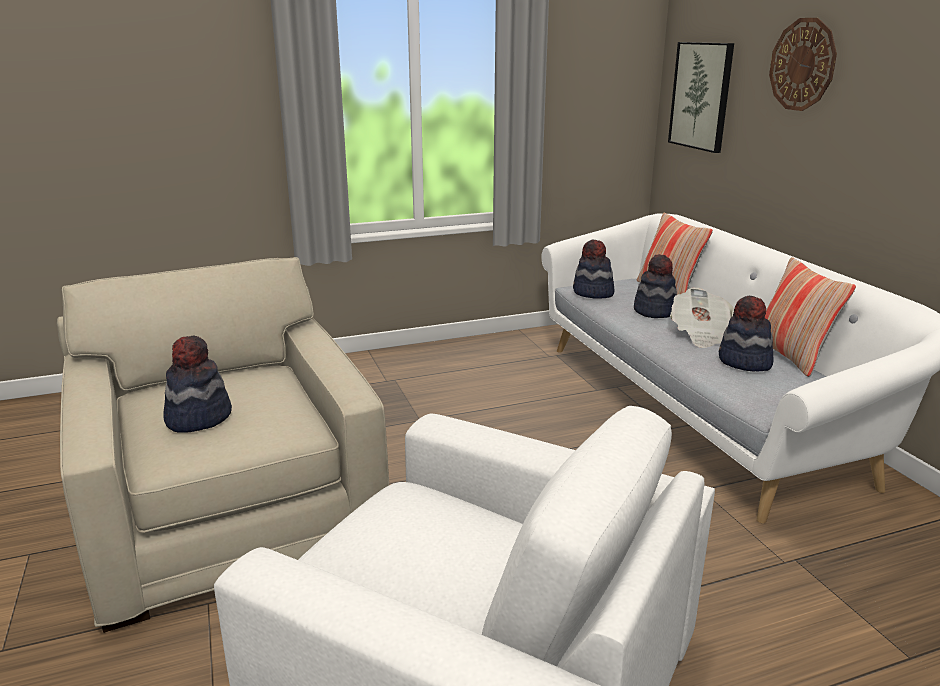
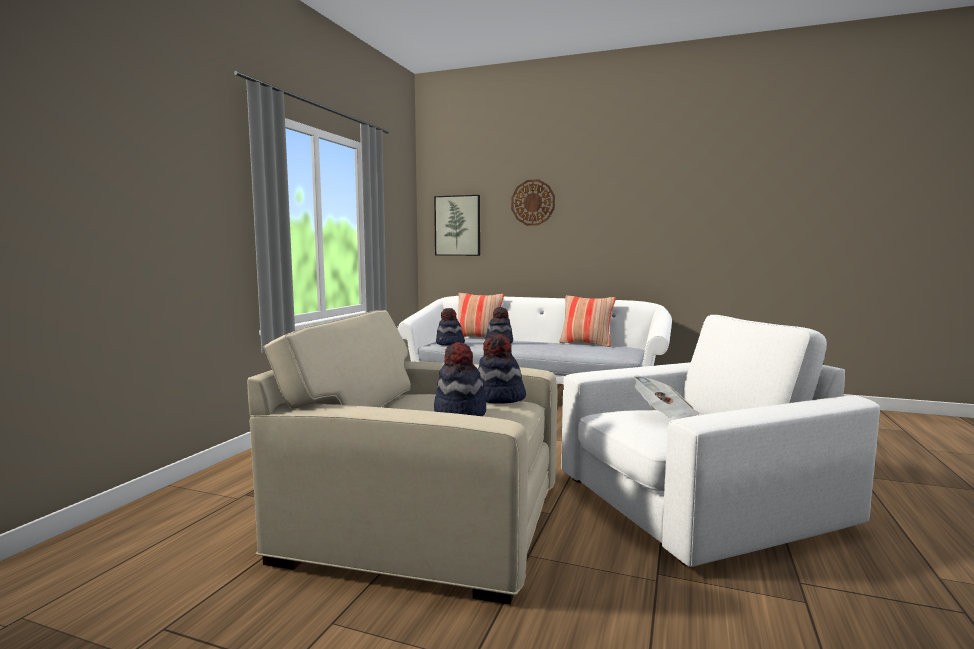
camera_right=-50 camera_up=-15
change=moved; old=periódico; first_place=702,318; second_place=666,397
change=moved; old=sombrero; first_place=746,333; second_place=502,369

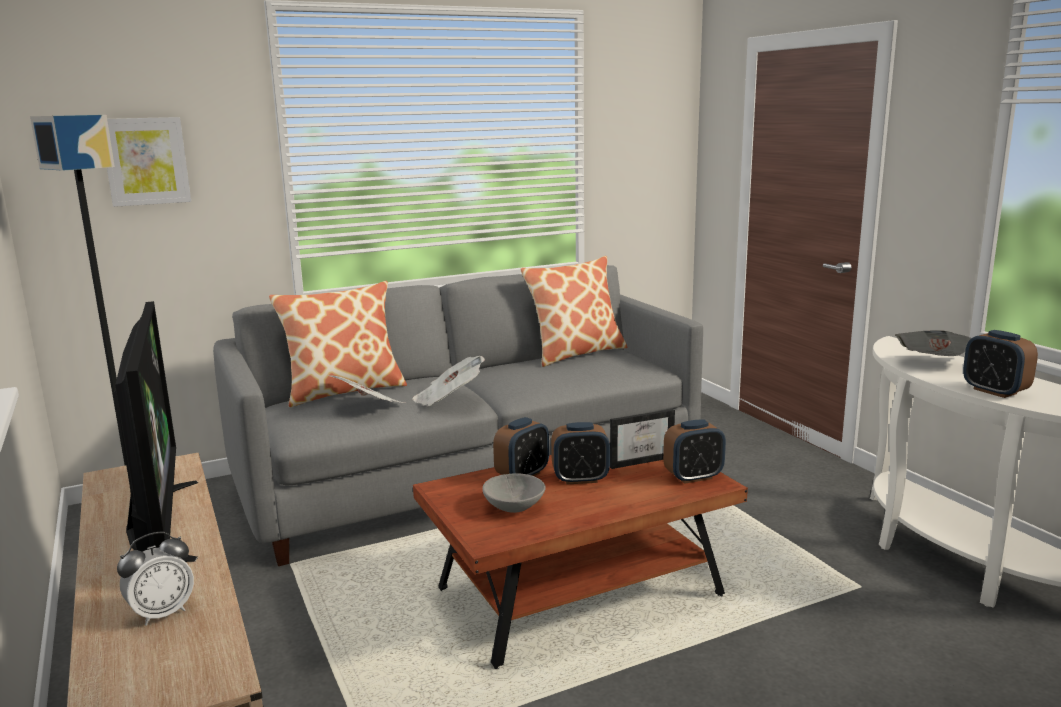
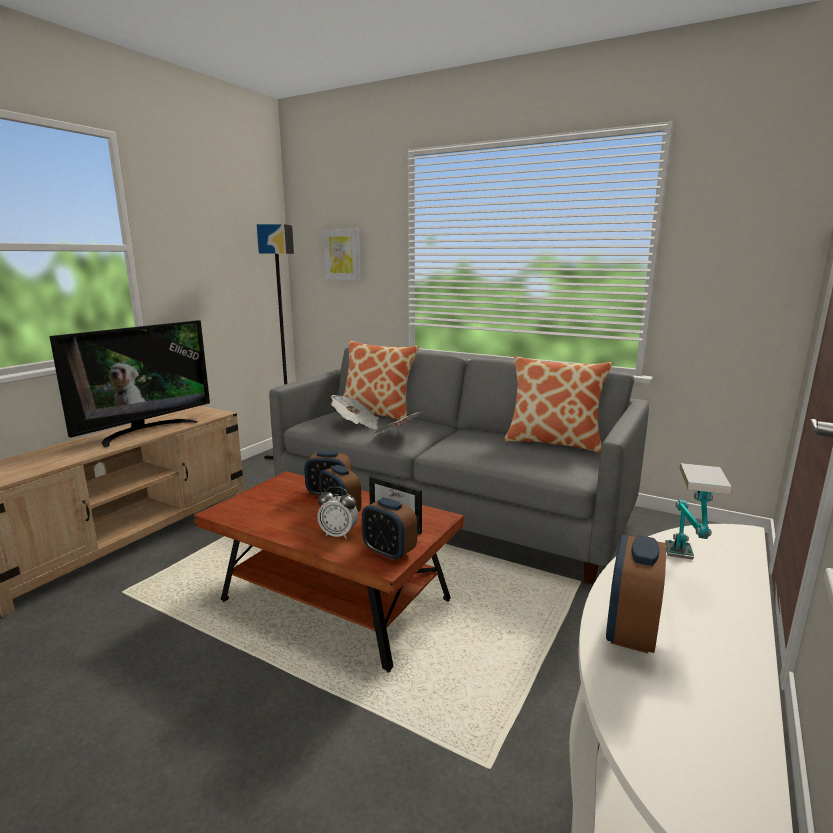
camera_right=55 camera_up=0
change=removed; old=cuenco (gris); first_place=514,493
change=moved; old=despertador; first_place=155,579; second_place=337,512
change=replaced; old=periódico; new=lámpara de mesa; first_place=933,343; second_place=698,511

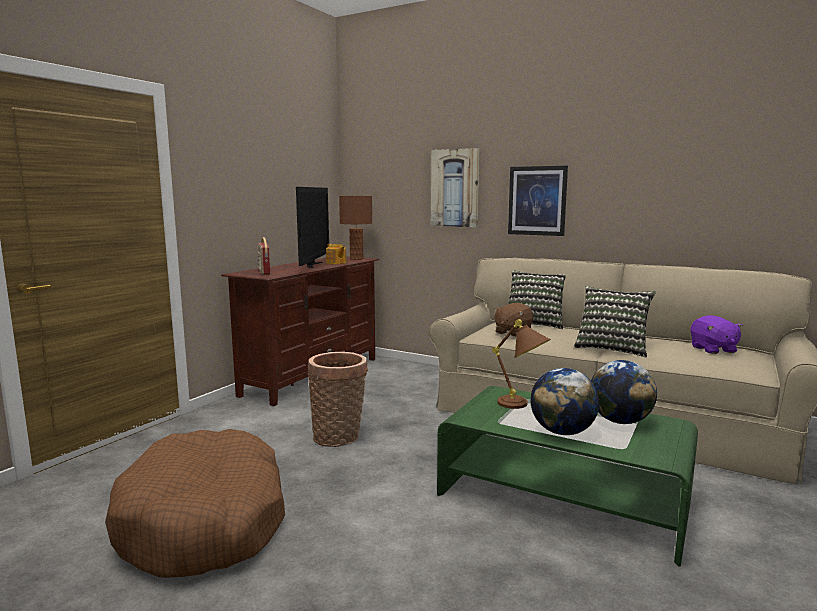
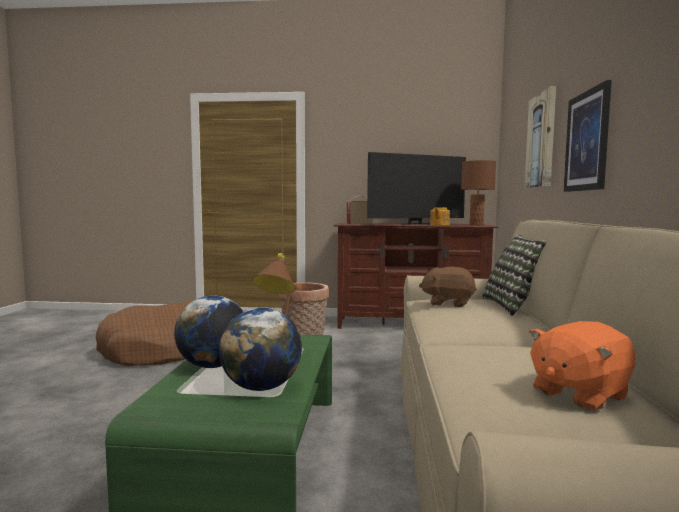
camera_right=65 camera_up=-5
change=removed; old=cojín; first_place=615,321
change=recoloured; old=peluche (morado); new=peluche (naranja); first_place=717,334; second_place=582,366

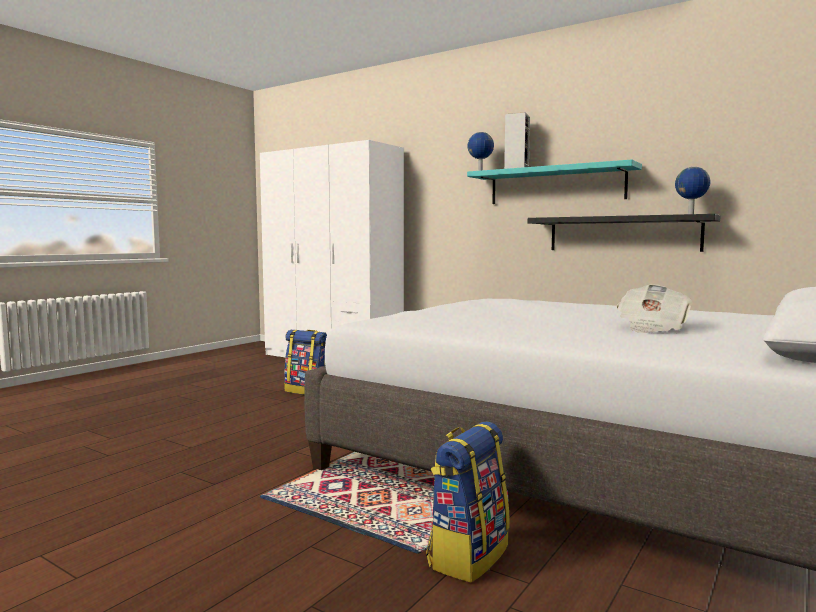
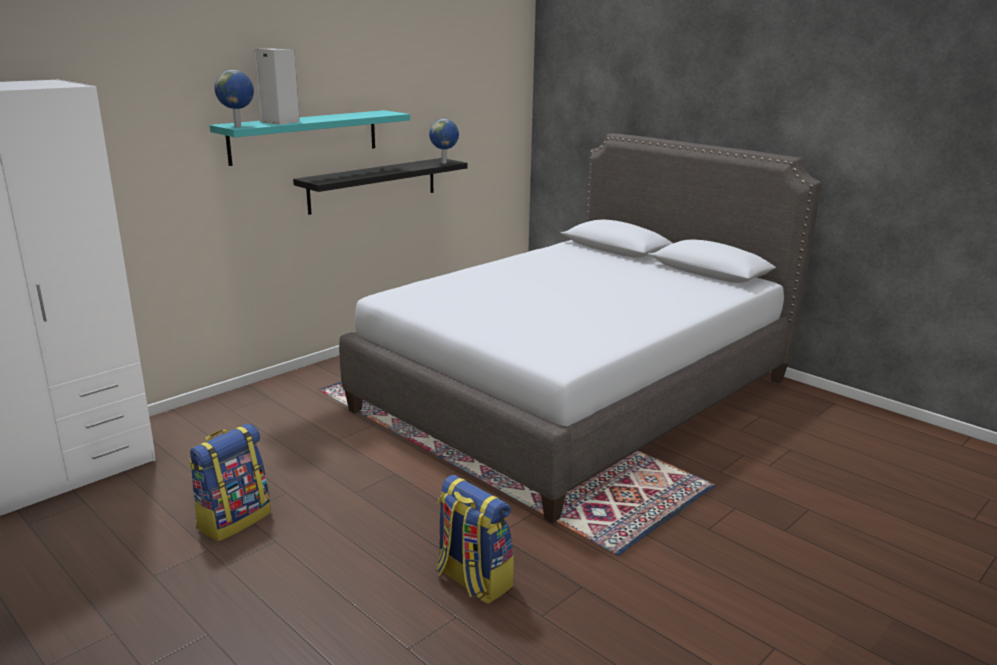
camera_right=-80 camera_up=15
change=removed; old=periódico; first_place=655,308
change=moved; old=mochila; first_place=468,502; second_place=475,539

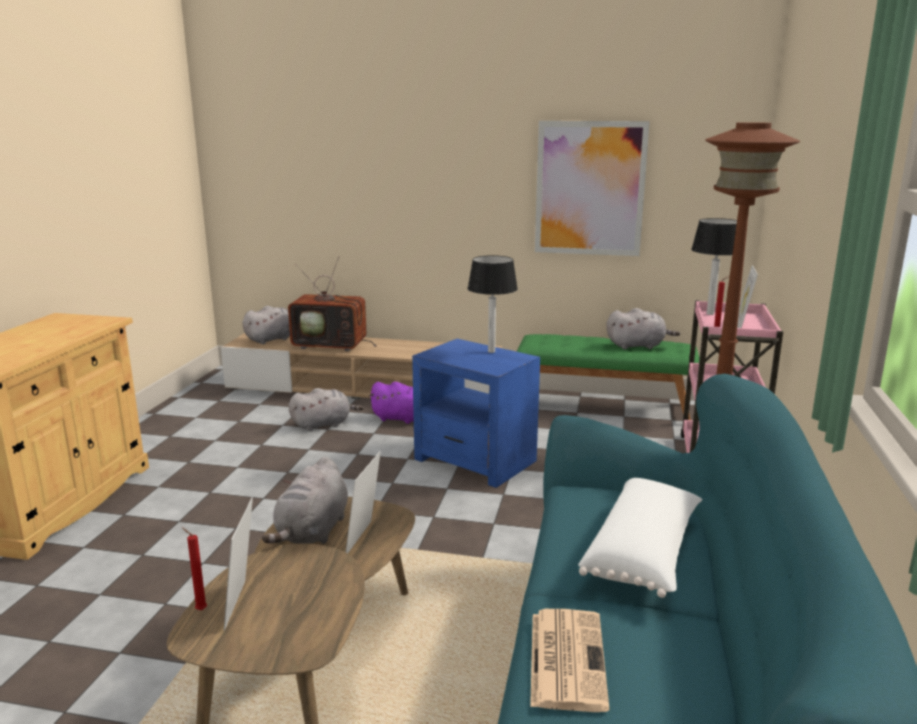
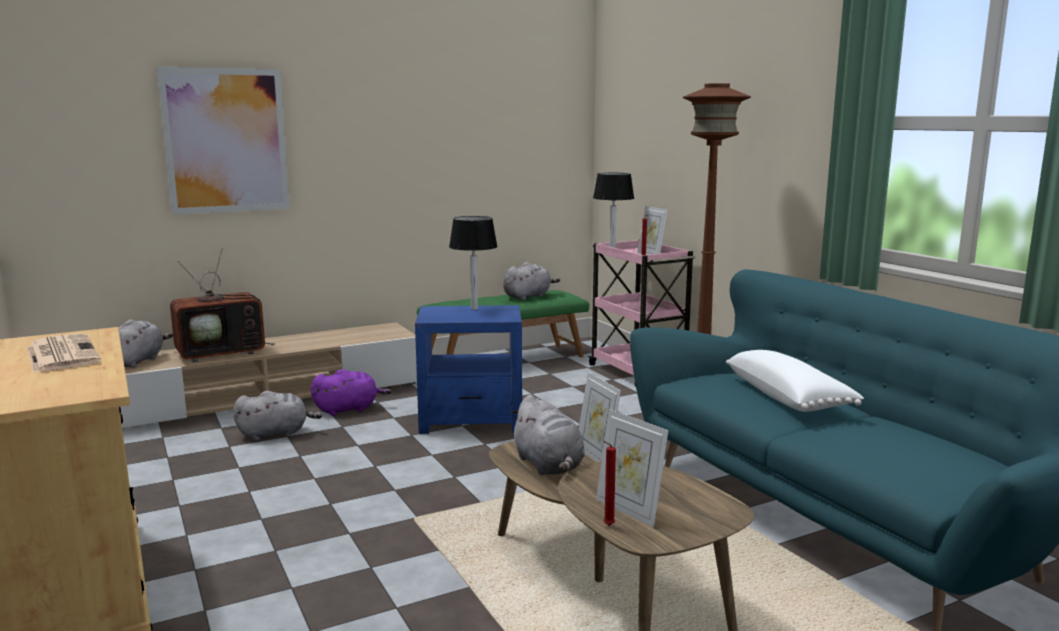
camera_right=-40 camera_up=-5
change=moved; old=periódico; first_place=570,660; second_place=64,353
change=moved; old=cuadro; first_place=592,188; second_place=223,140
change=turned; old=peluche (gris); first_place=326,409; second_place=277,416; degrees=45

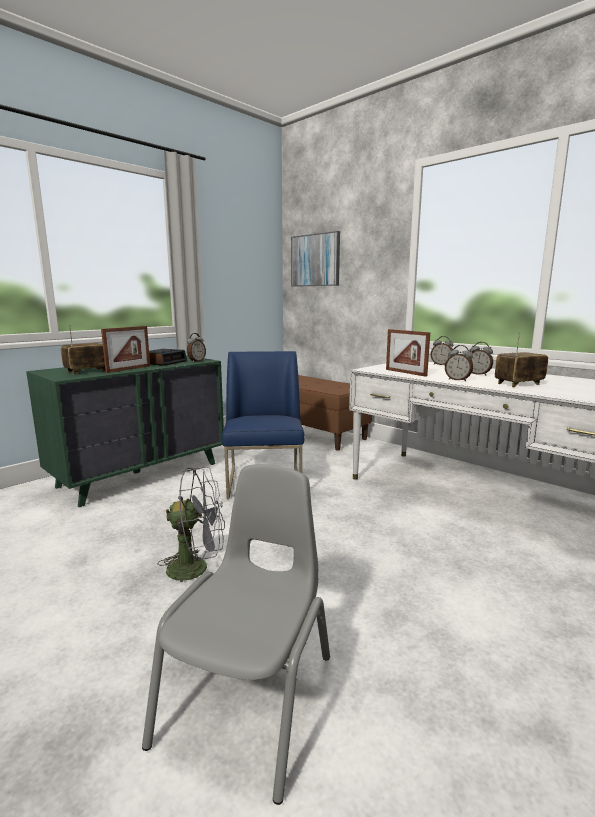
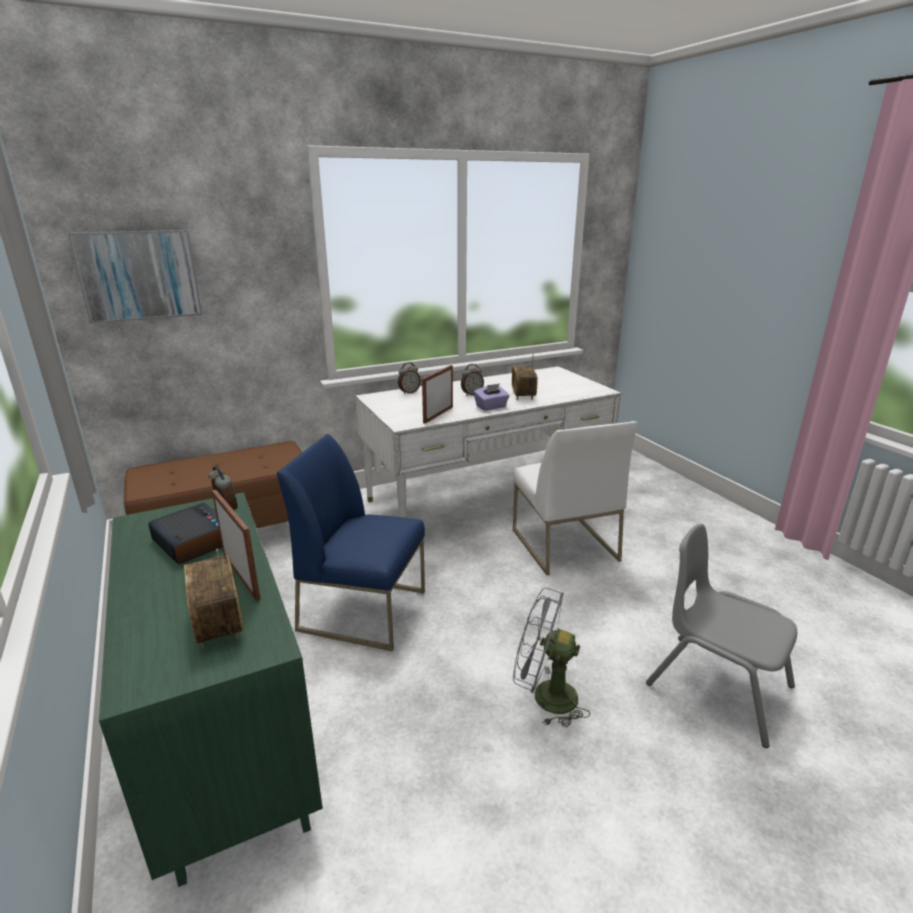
camera_right=-70 camera_up=10
change=added; new=silla (blanco); second_place=575,498
change=replaced; old=despertador; new=caja de pañuelos (morado); first_place=459,363; second_place=491,397
change=turned; old=ventilador (gris); first_place=191,524; second_place=551,657; degrees=-90
change=turned; old=portarretratos; first_place=408,353; second_place=437,394; degrees=135

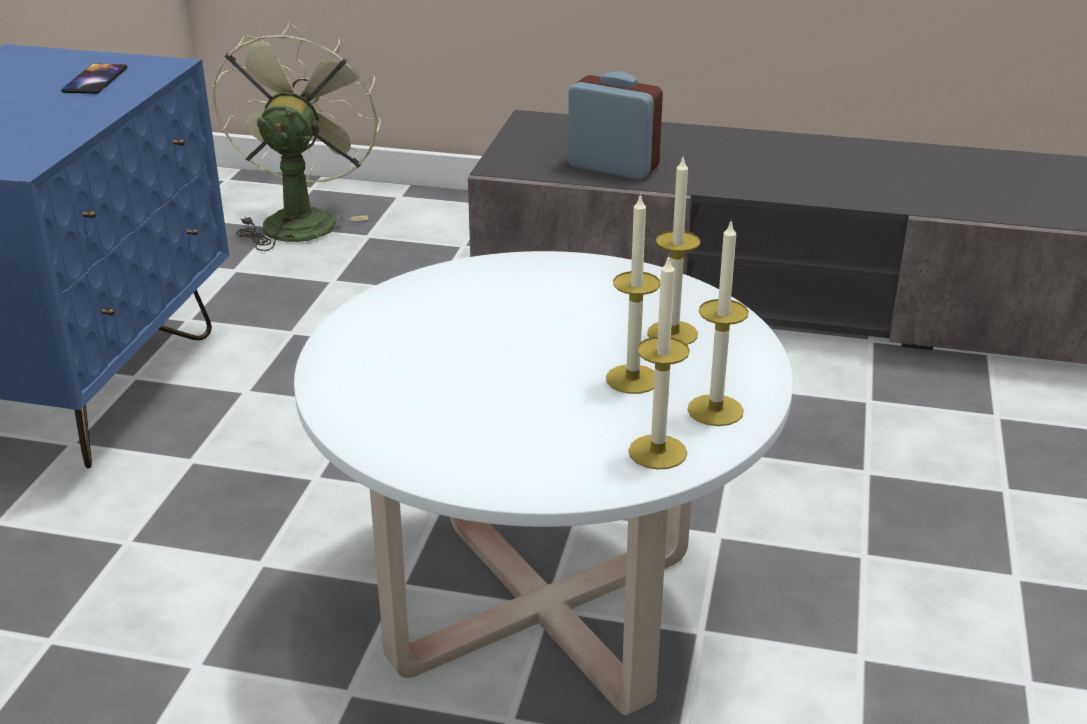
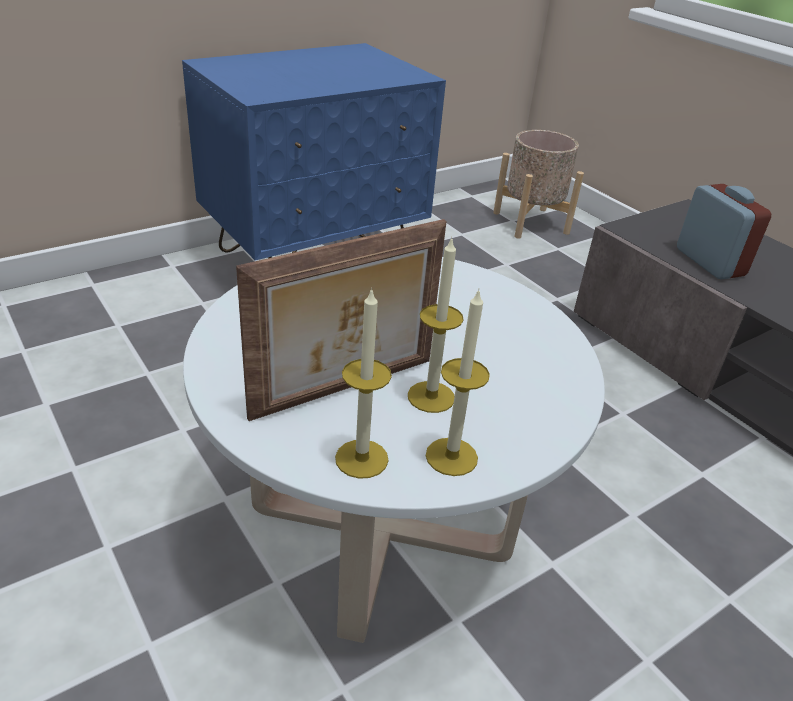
camera_right=40 camera_up=5
change=removed; old=móvil; first_place=94,78
change=removed; old=vela; first_place=674,251
change=added; new=portarretratos; second_place=341,320
change=replaced; old=ventilador (verde); new=maceta (beis); first_place=296,136; second_place=538,184

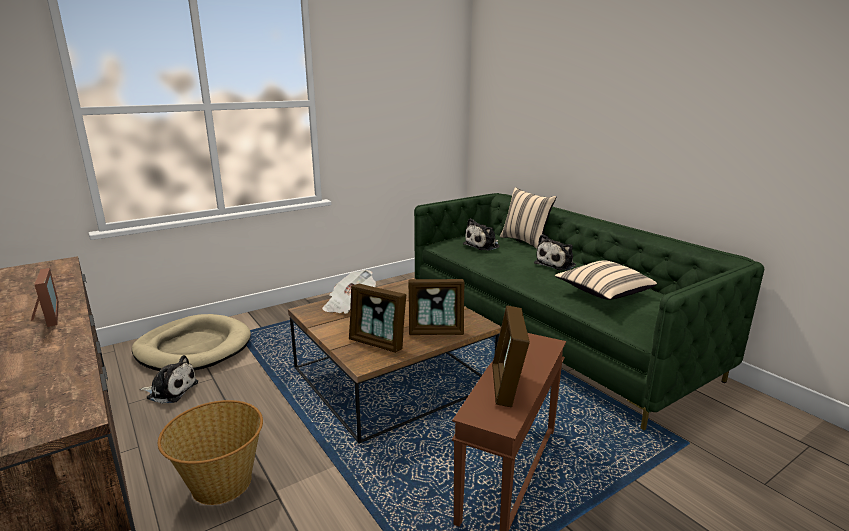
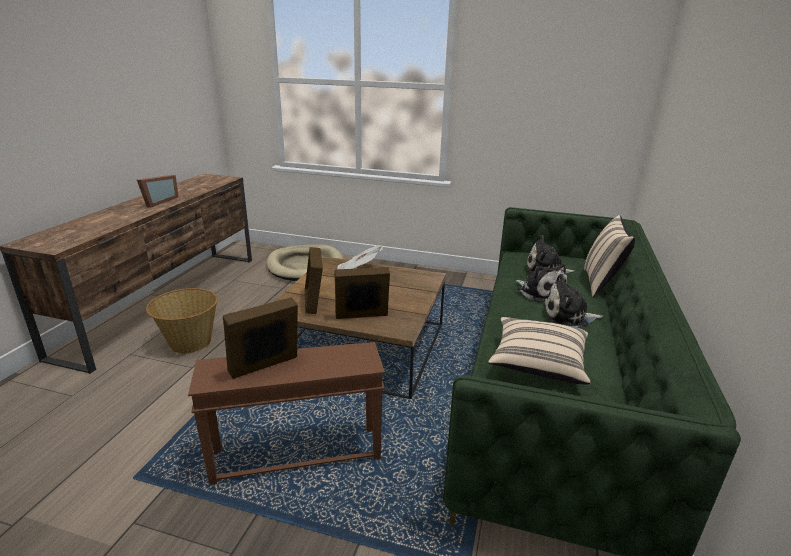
camera_right=50 camera_up=5
change=moved; old=peluche; first_place=169,379; second_place=541,283
change=turned; old=portarretratos; first_place=436,307; second_place=362,293; degrees=120

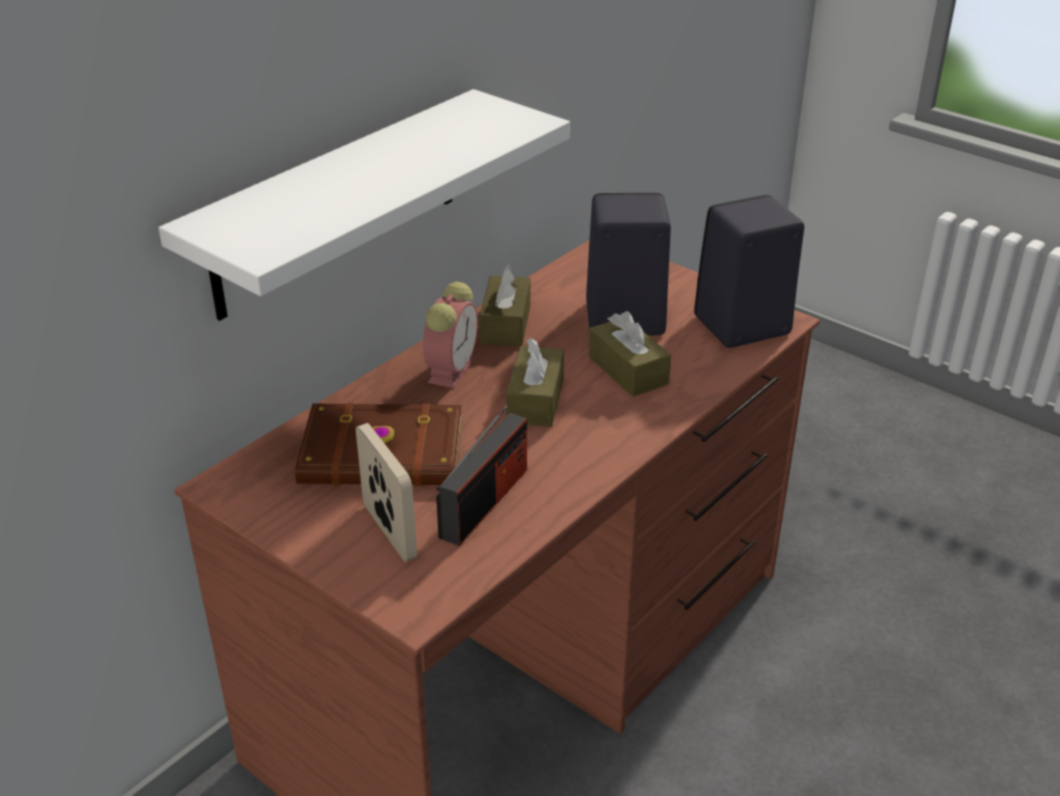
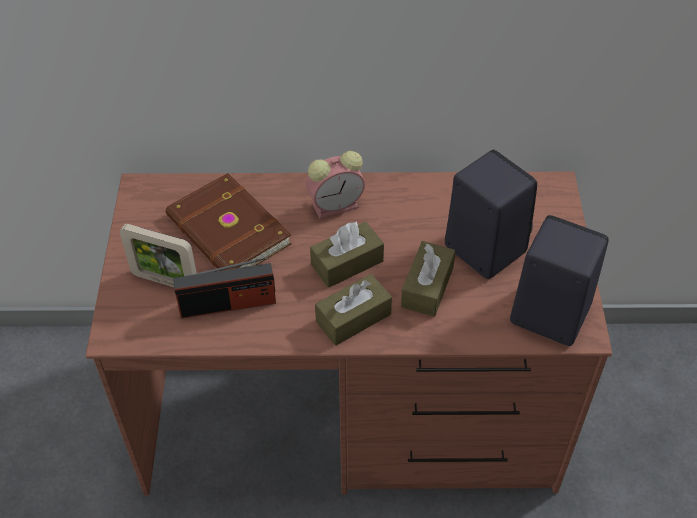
camera_right=50 camera_up=15
change=removed; old=estante (blanco); first_place=364,205
change=moved; old=caja de pañuelos (marrón); first_place=505,305; second_place=353,309
change=turned; old=portarretratos; first_place=386,492; second_place=158,255; degrees=90

